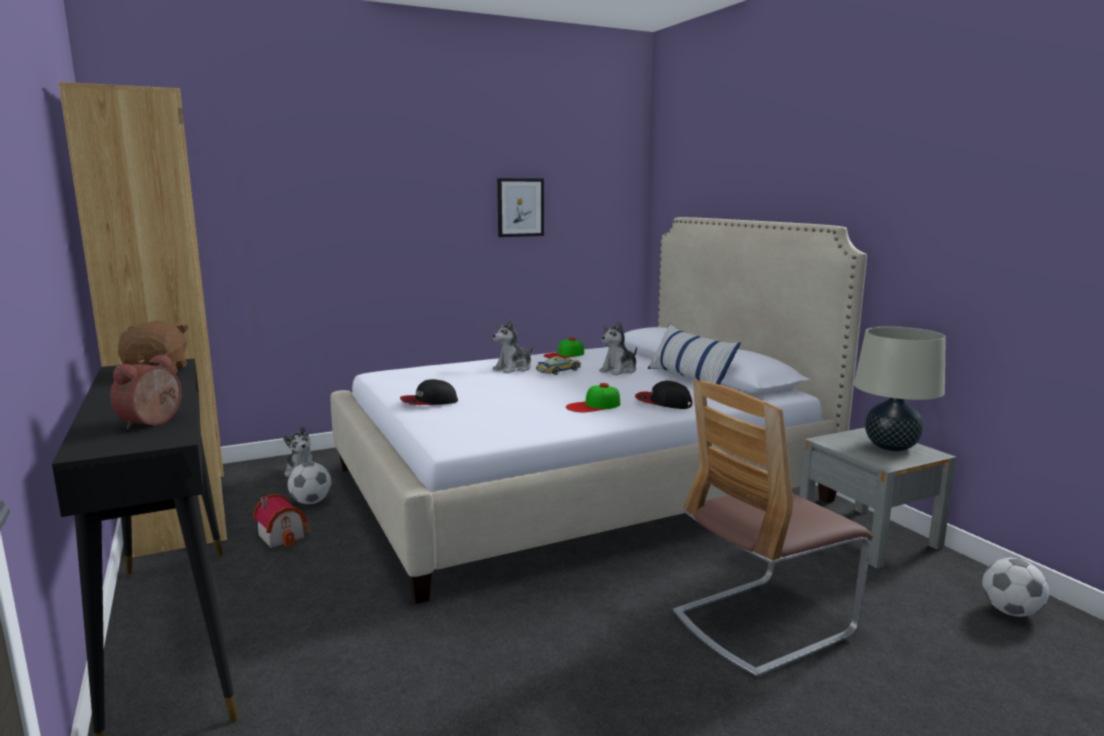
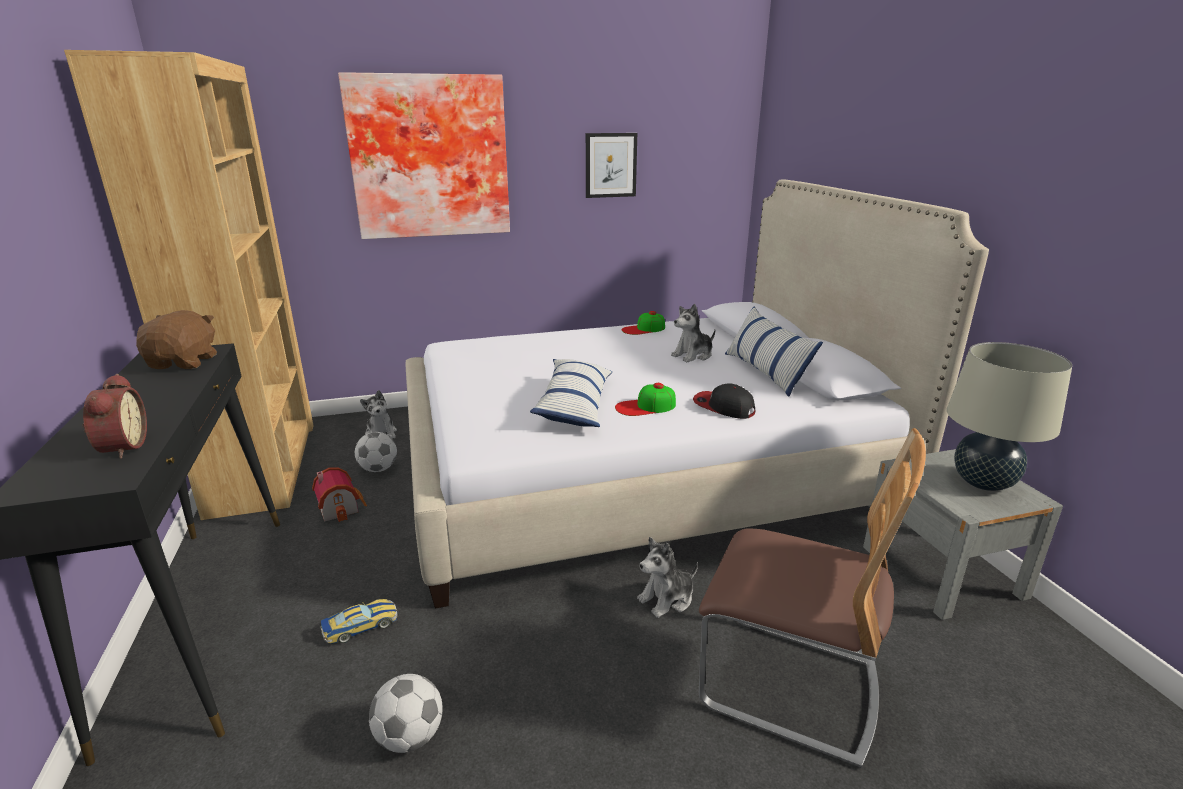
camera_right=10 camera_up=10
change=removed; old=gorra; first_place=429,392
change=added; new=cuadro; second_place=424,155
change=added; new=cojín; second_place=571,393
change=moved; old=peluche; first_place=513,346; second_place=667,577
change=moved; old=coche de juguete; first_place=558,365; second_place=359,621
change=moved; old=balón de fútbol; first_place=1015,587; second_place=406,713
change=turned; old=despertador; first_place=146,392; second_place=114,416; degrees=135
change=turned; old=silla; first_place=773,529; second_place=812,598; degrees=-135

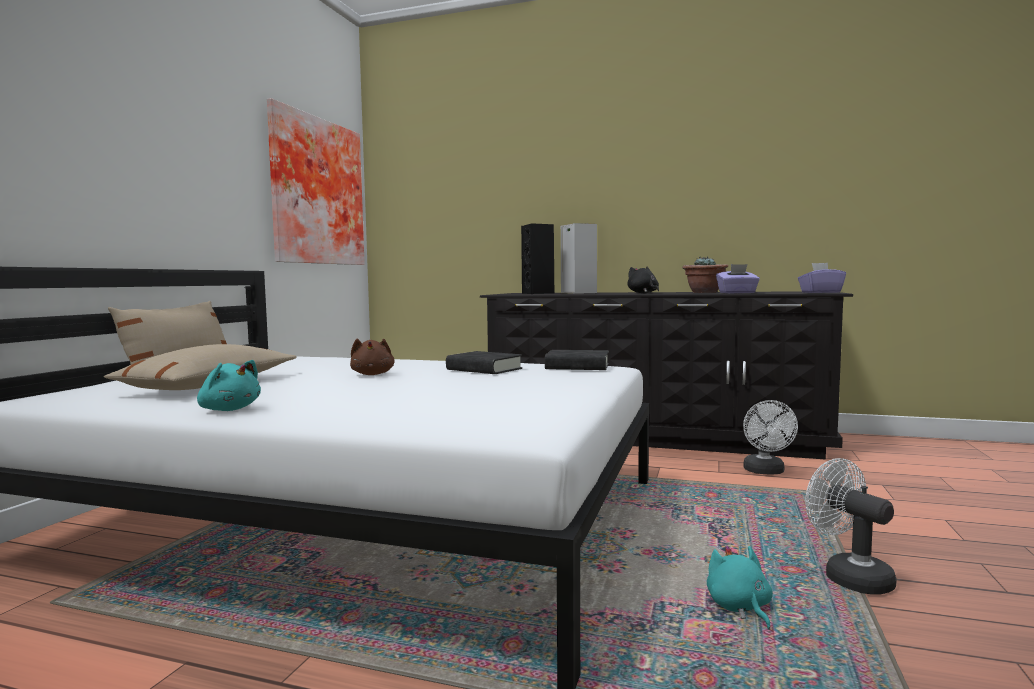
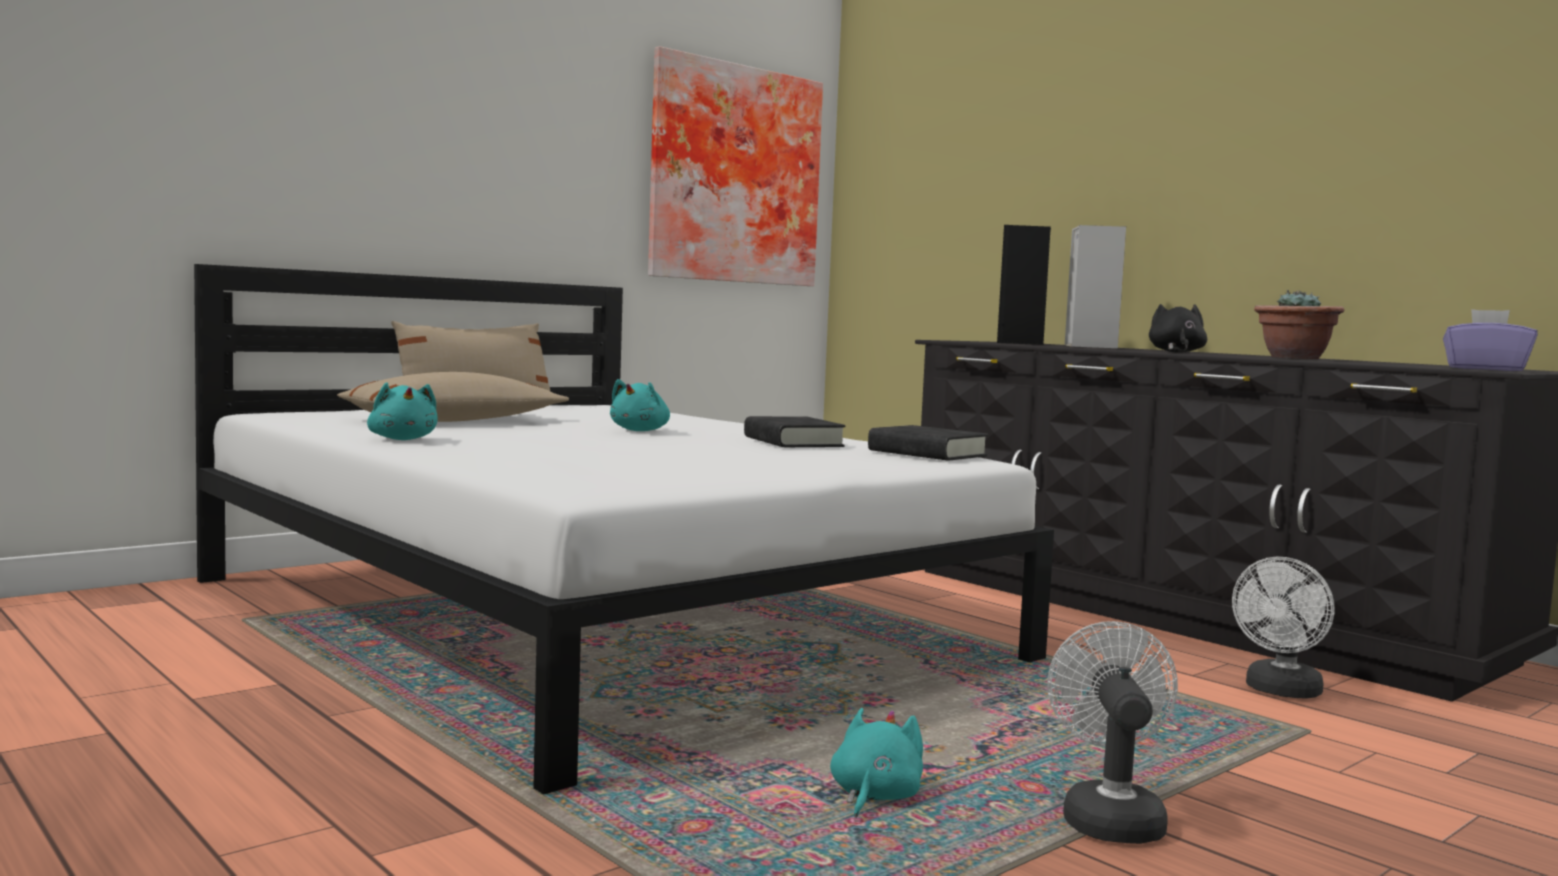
camera_right=30 camera_up=0
change=removed; old=caja de pañuelos (morado); first_place=738,278
change=recoloured; old=peluche (marrón); new=peluche (turquesa); first_place=372,357; second_place=640,405

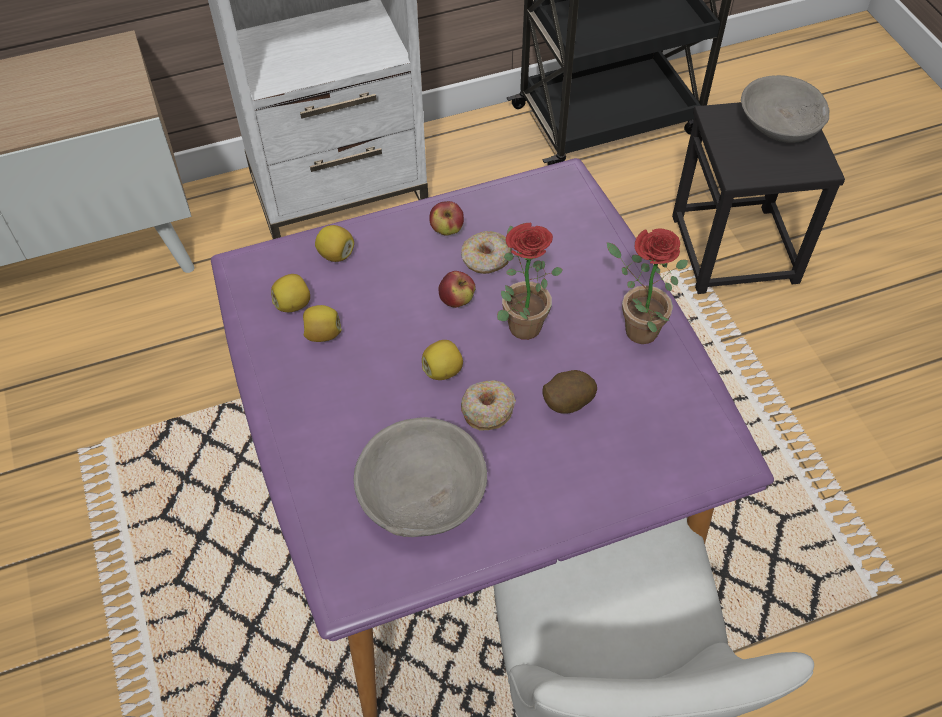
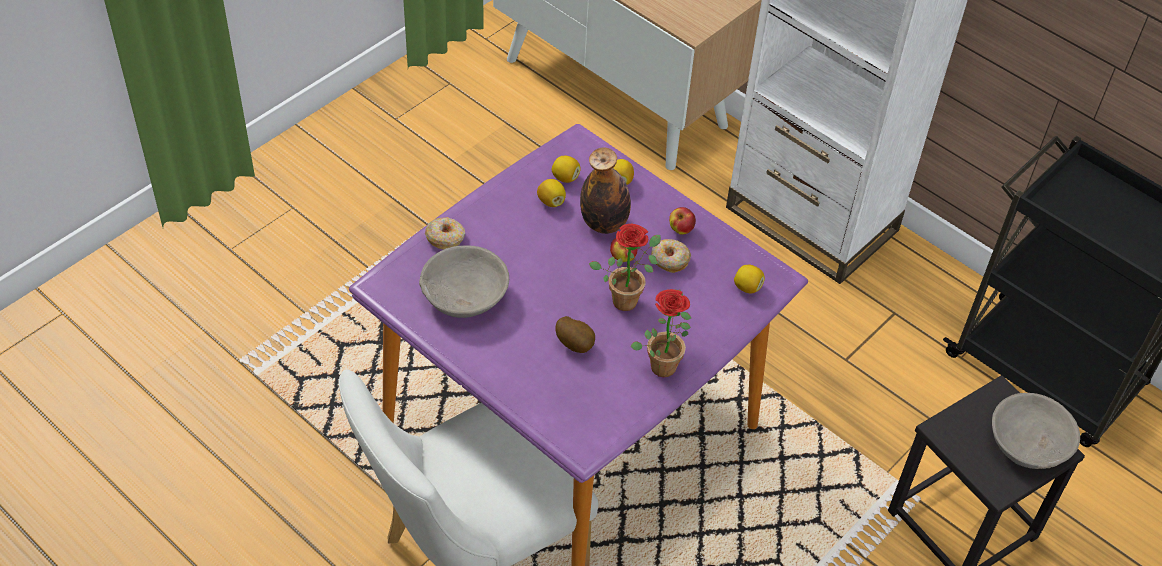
camera_right=60 camera_up=-5
change=added; new=botella; second_place=605,190
change=moved; old=limón; first_place=442,360; second_place=749,279
change=moved; old=rosquilla; first_place=488,405; second_place=445,233

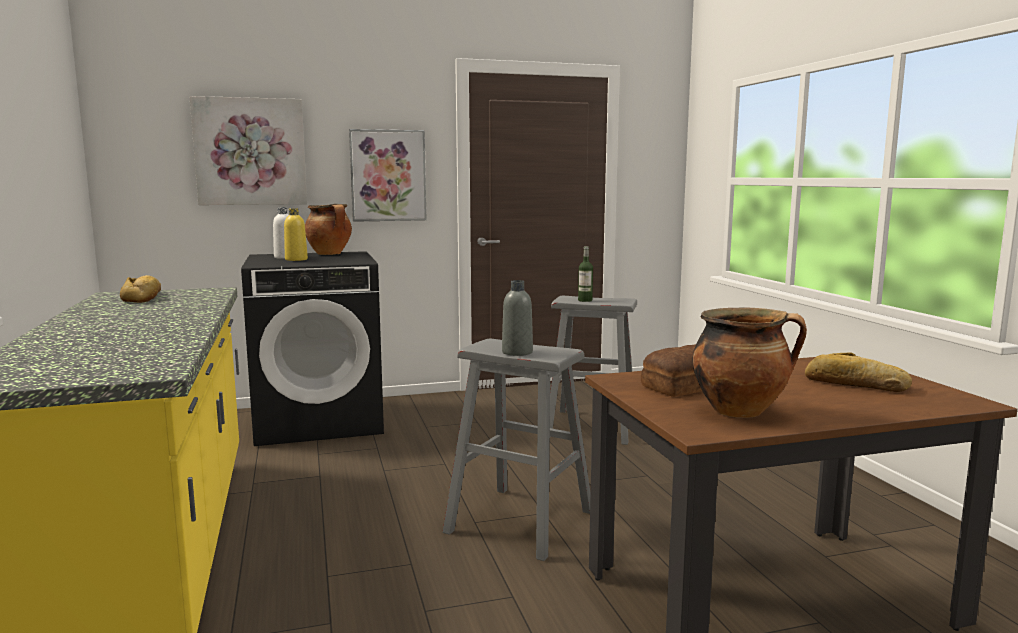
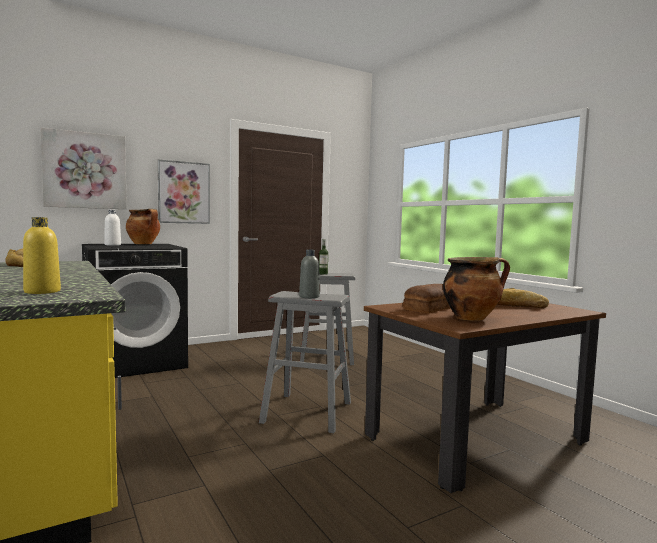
camera_right=-15 camera_up=-5
change=moved; old=botella (amarillo); first_place=296,234; second_place=42,255

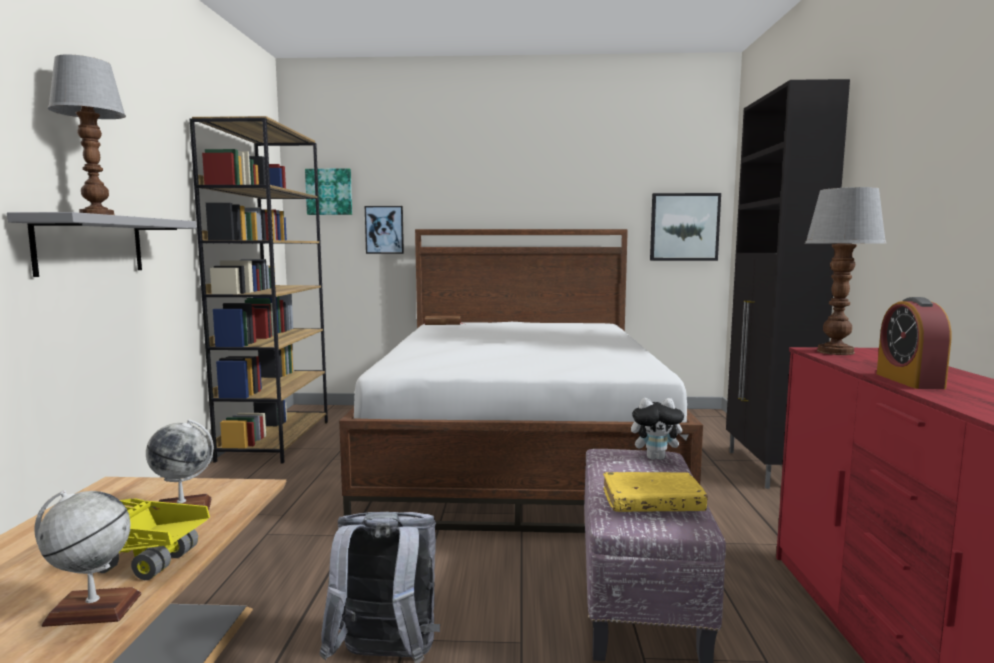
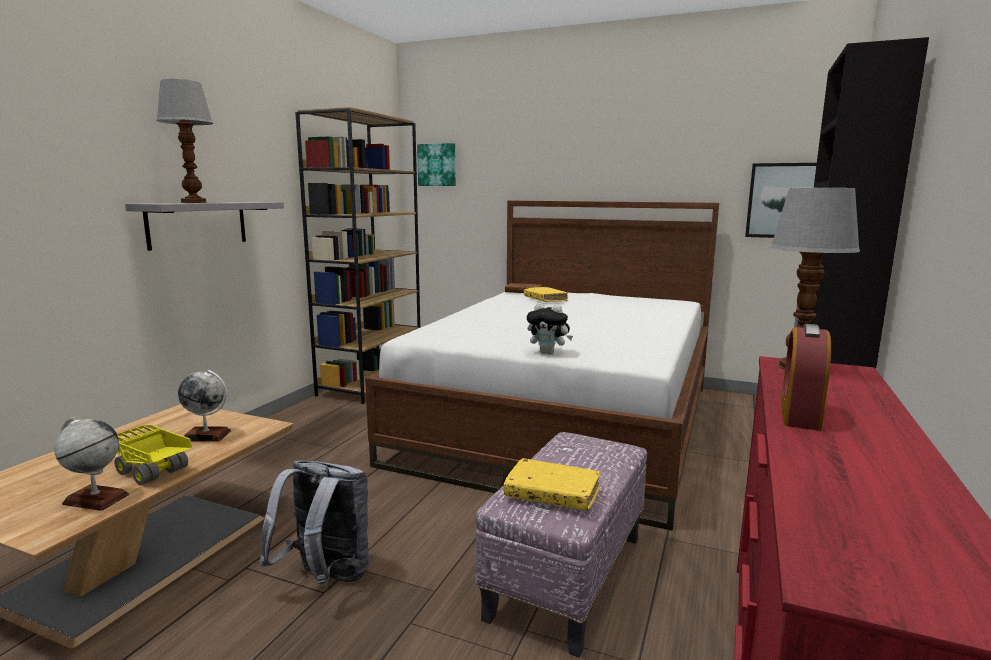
camera_right=20 camera_up=5
change=removed; old=cuadro; first_place=384,230
change=added; new=libro (amarillo); second_place=546,294
change=moved; old=peluche; first_place=660,429; second_place=550,329

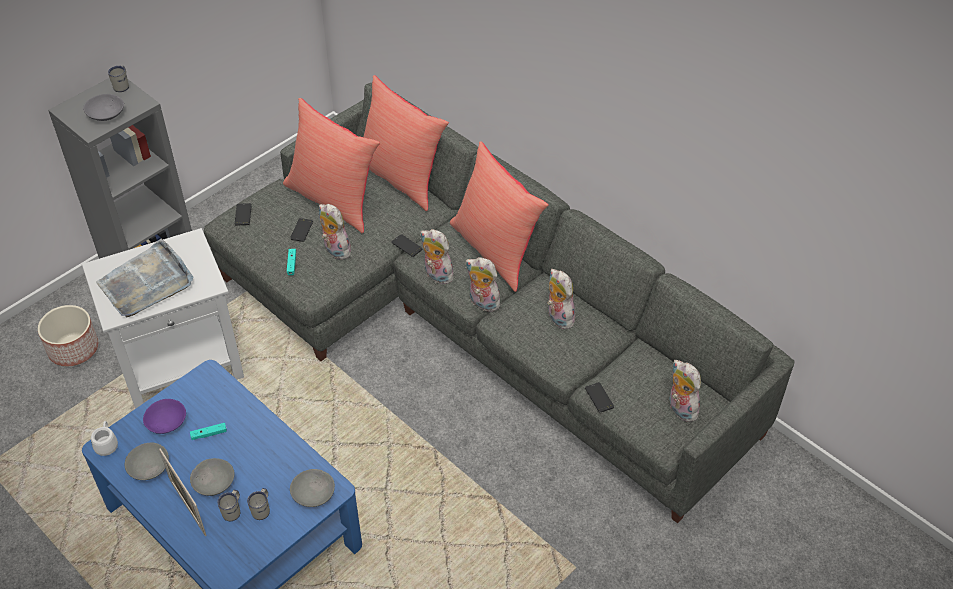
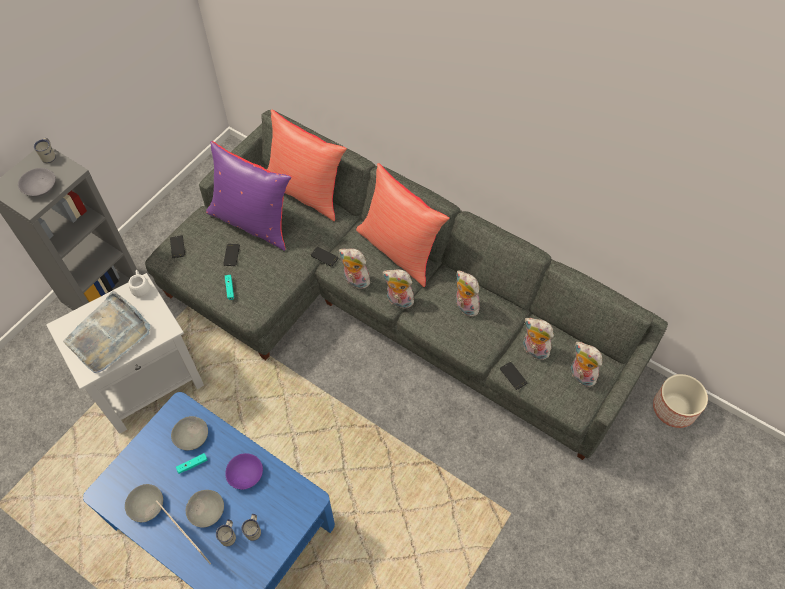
camera_right=-10 camera_up=10
change=moved; old=maceta; first_place=68,335; second_place=680,401
change=moved; old=taza grande (blanco); first_place=104,438; second_place=139,283
change=moved; old=cuenco (morado); first_place=164,416; second_place=244,471
change=moved; old=cuenco (gris); first_place=312,488; second_place=189,433
change=moved; old=peluche; first_place=335,232; second_place=538,339
change=recoloured; old=cojín (rojo); new=cojín (morado); first_place=331,165; second_place=249,196

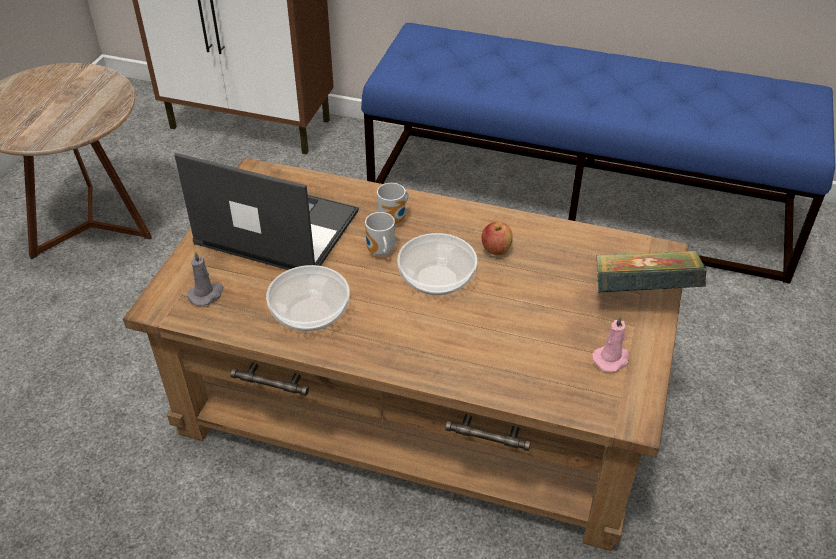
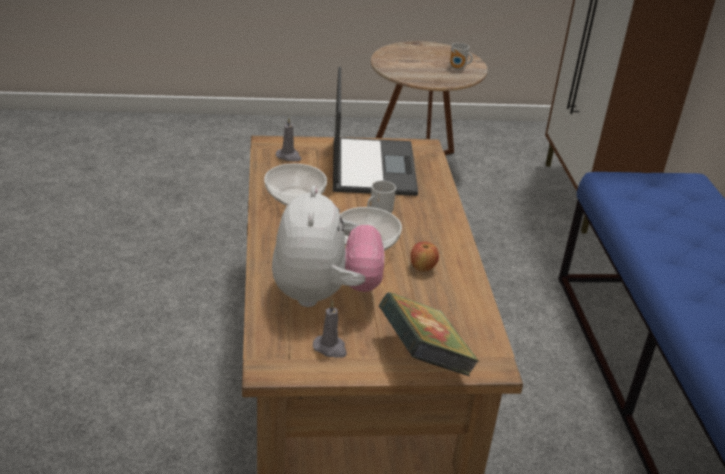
camera_right=65 camera_up=-10
change=added; new=peluche; second_place=328,246
change=moved; old=taza grande; first_place=393,204; second_place=461,56
change=recoloured; old=vela (rosa); new=vela (gris); first_place=610,343; second_place=330,329

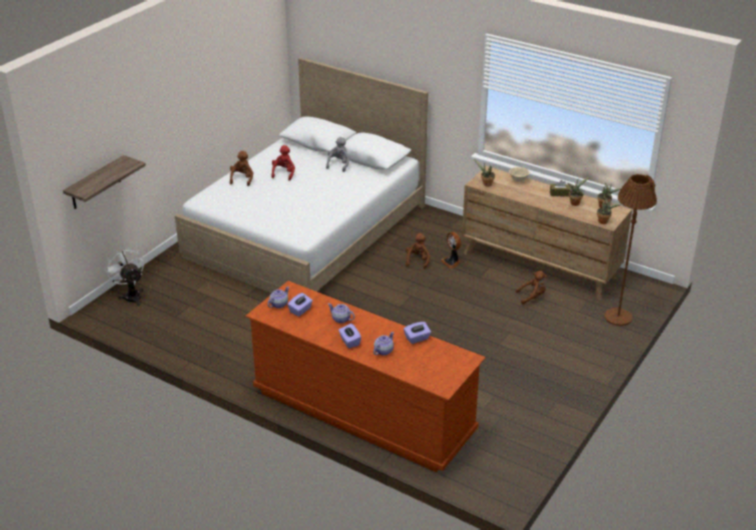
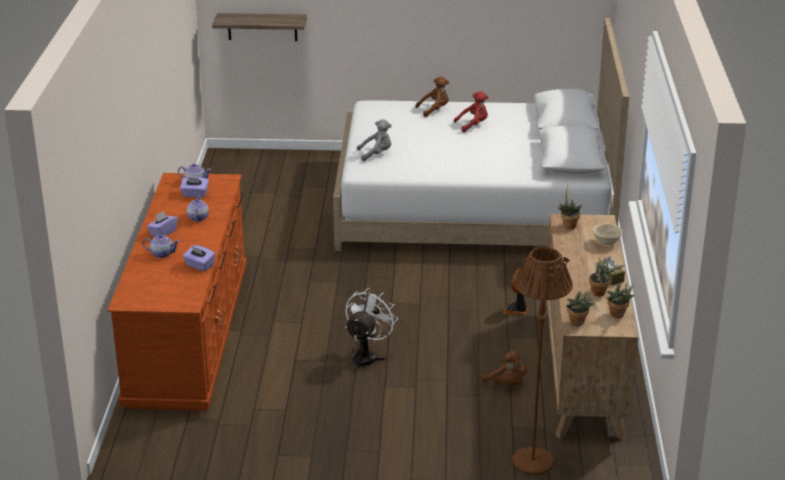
camera_right=60 camera_up=-5
change=removed; old=peluche (marrón); first_place=418,251
change=moved; old=ventilador (blanco); first_place=124,276; second_place=371,330
change=moved; old=peluche (gris); first_place=338,154; second_place=374,140

